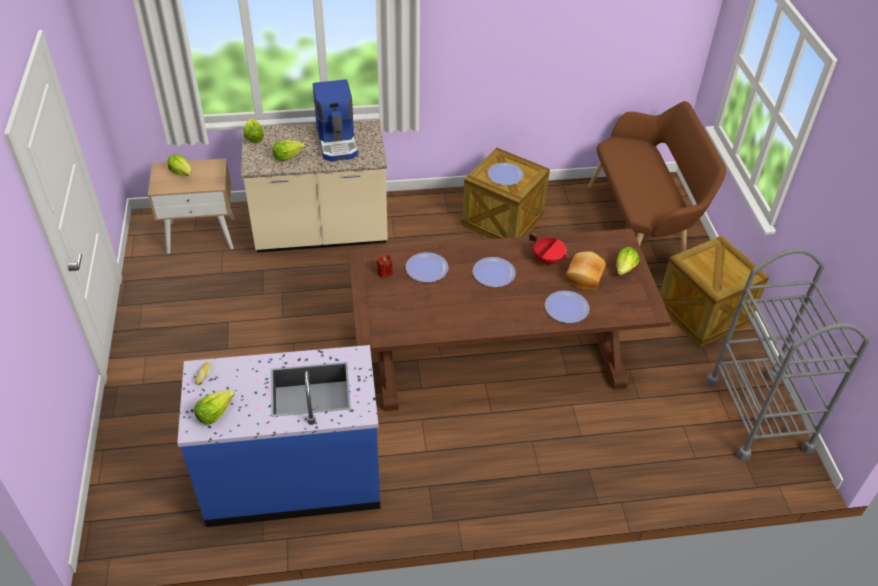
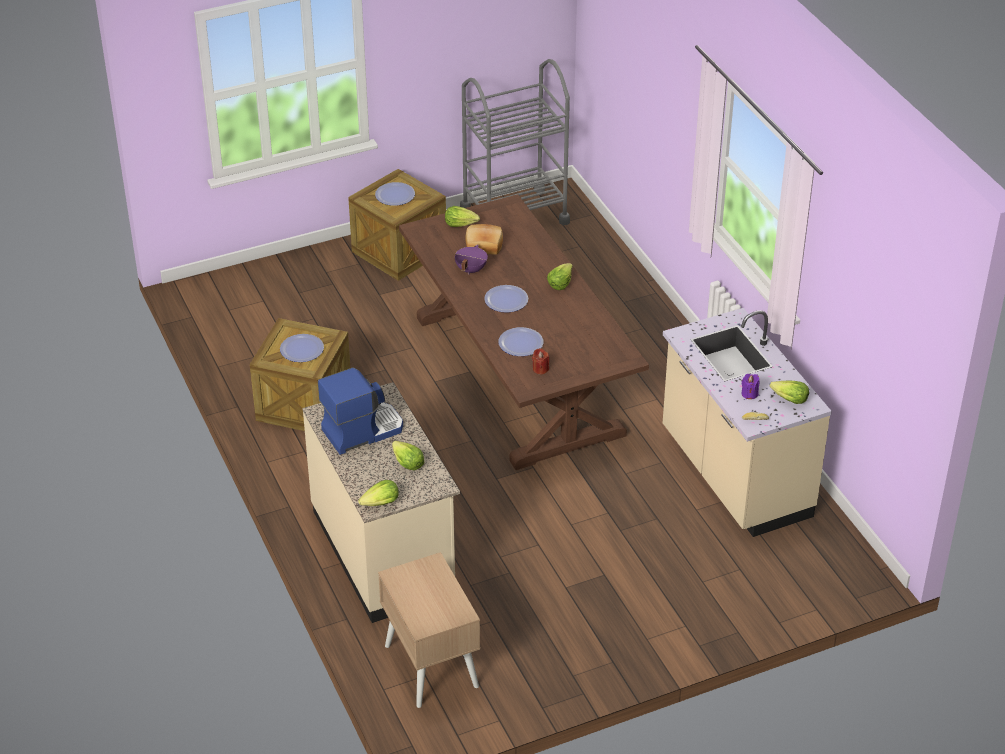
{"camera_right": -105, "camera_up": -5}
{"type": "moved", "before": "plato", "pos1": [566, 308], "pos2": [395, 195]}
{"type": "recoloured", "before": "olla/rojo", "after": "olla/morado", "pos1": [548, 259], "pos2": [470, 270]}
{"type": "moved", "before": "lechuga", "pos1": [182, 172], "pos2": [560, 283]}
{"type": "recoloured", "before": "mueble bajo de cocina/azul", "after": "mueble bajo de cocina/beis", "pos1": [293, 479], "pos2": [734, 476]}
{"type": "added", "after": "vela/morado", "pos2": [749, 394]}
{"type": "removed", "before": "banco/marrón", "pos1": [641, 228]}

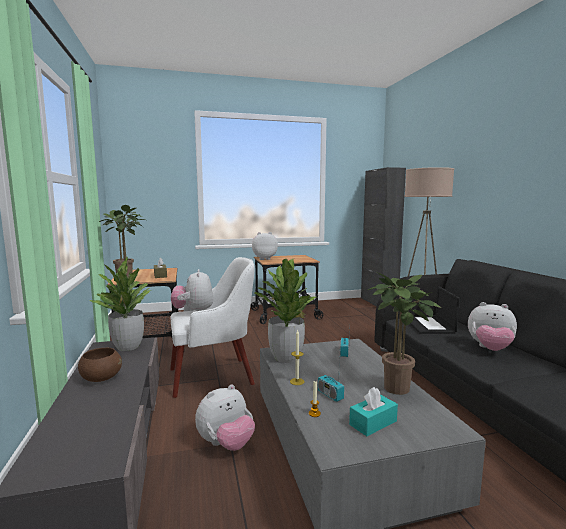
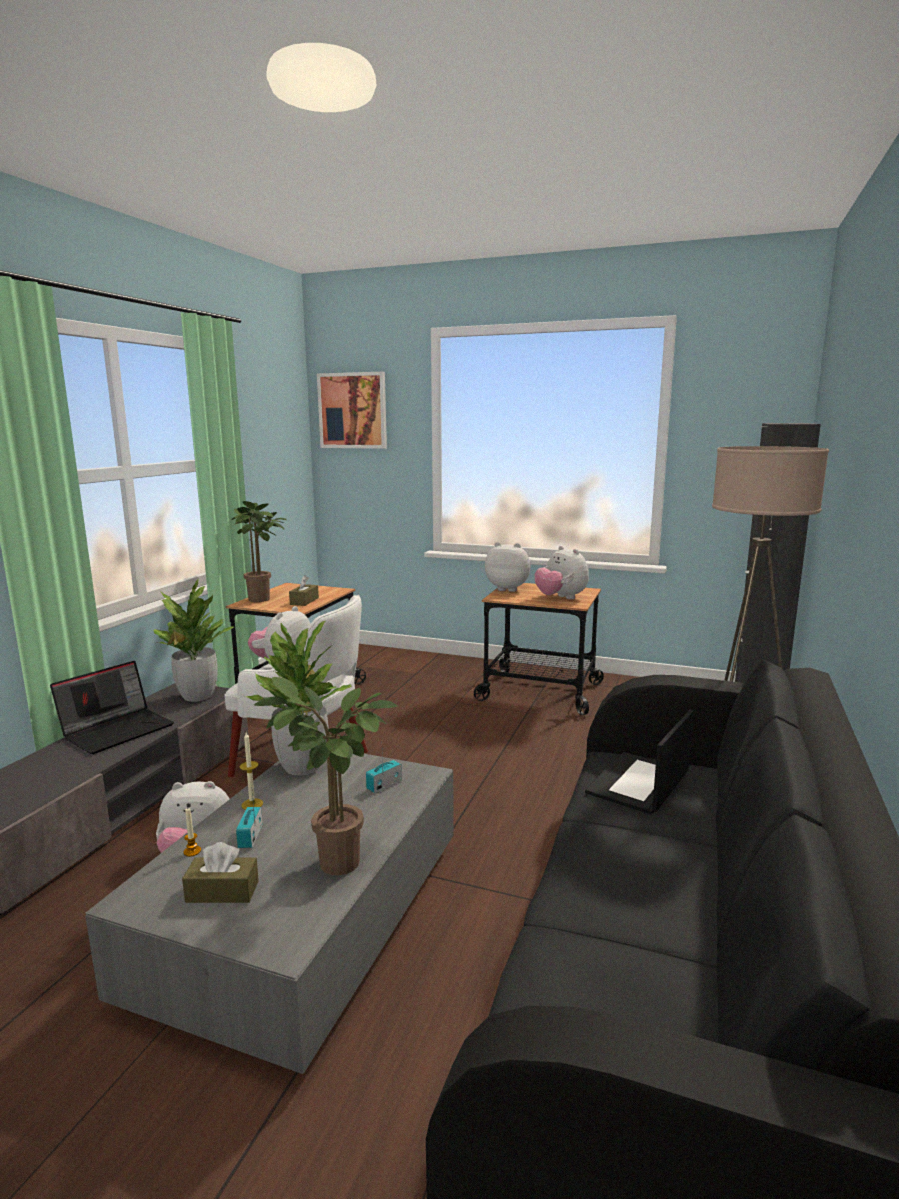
{"camera_right": 35, "camera_up": 5}
{"type": "replaced", "before": "cuenco/marrón", "after": "portátil", "pos1": [101, 378], "pos2": [118, 730]}
{"type": "recoloured", "before": "caja de pañuelos/turquesa", "after": "caja de pañuelos/marrón", "pos1": [373, 423], "pos2": [222, 891]}
{"type": "added", "after": "cuadro", "pos2": [353, 410]}
{"type": "moved", "before": "peluche", "pos1": [490, 349], "pos2": [561, 598]}

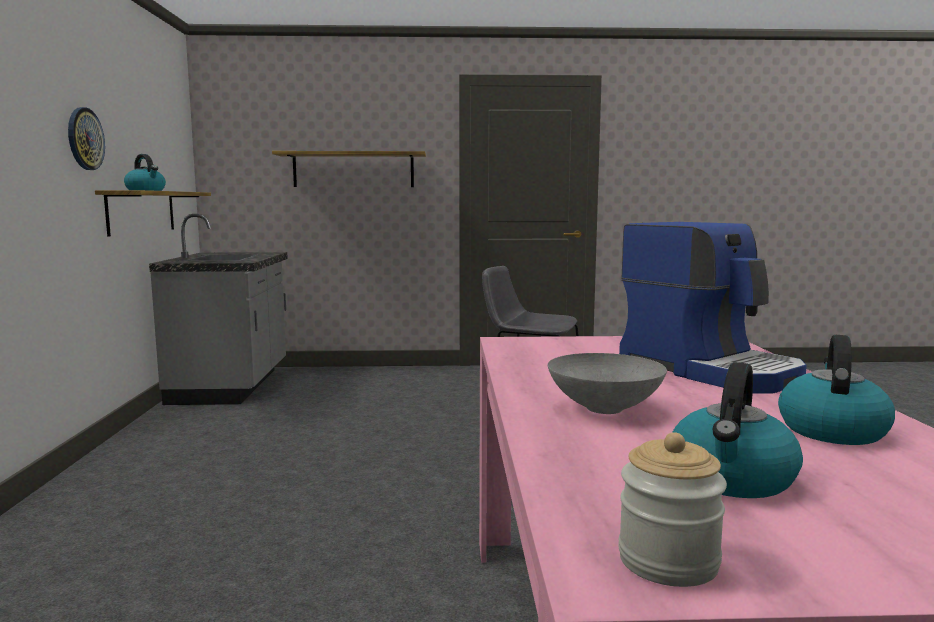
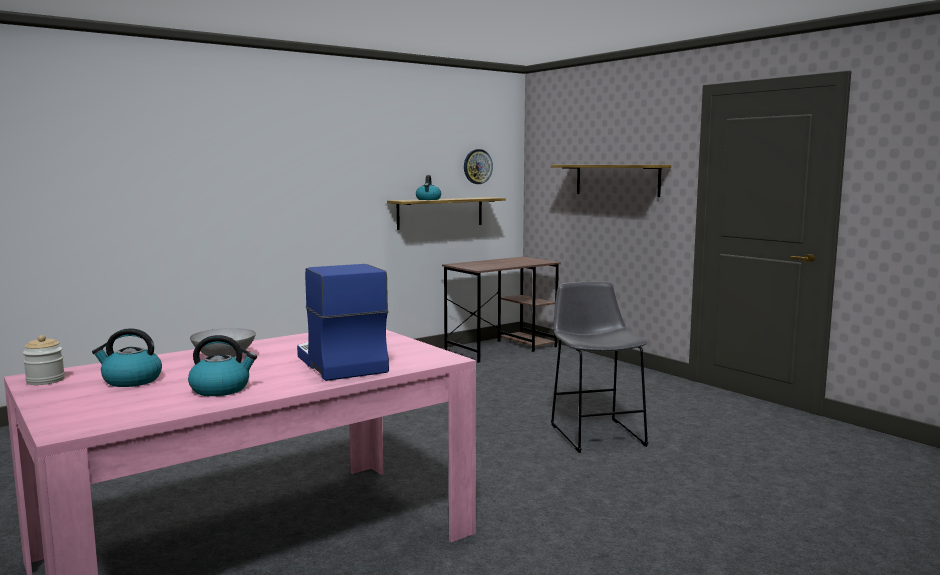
{"camera_right": 55, "camera_up": 0}
{"type": "turned", "before": "cafetera", "pos1": [709, 369], "pos2": [339, 364], "turn": 135}
{"type": "replaced", "before": "mueble bajo de cocina/gris", "after": "escritorio/marrón", "pos1": [232, 385], "pos2": [502, 348]}
{"type": "moved", "before": "reloj de pared", "pos1": [85, 139], "pos2": [477, 166]}

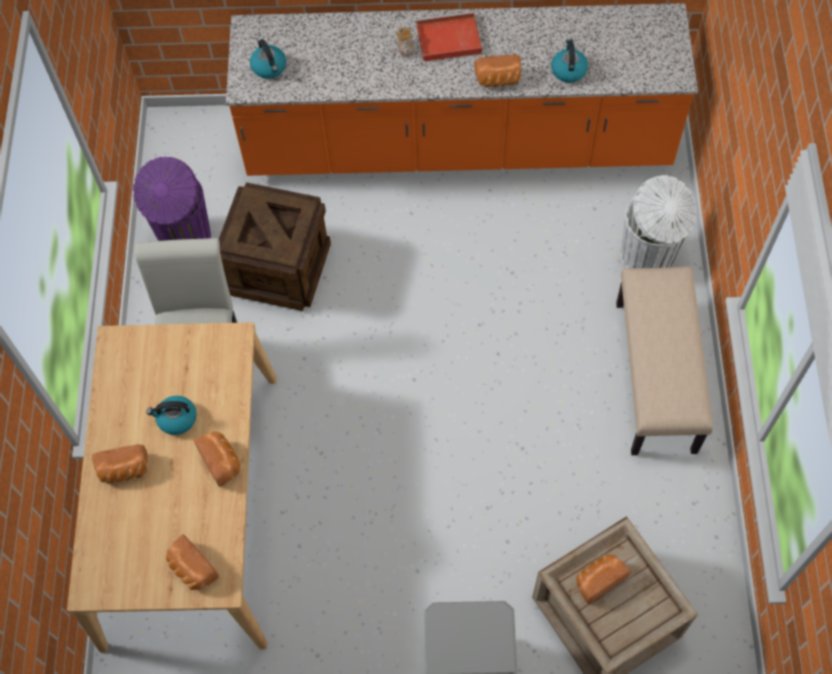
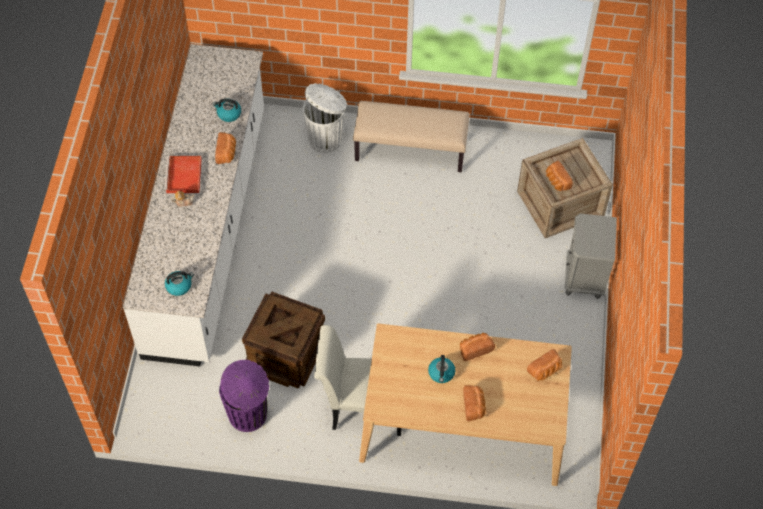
{"camera_right": -85, "camera_up": -5}
{"type": "recoloured", "before": "mueble bajo de cocina/naranja", "after": "mueble bajo de cocina/blanco", "pos1": [458, 143], "pos2": [207, 230]}

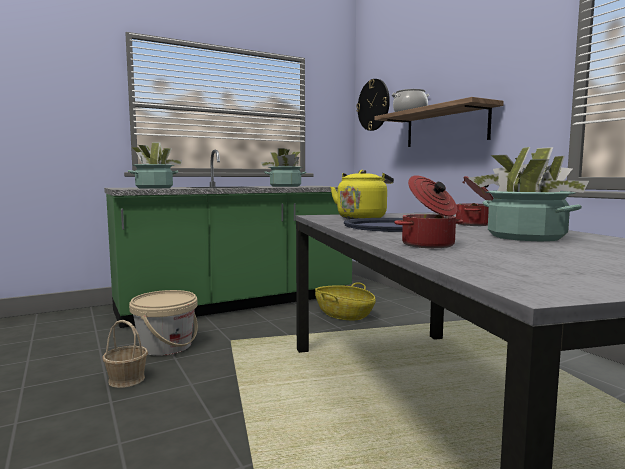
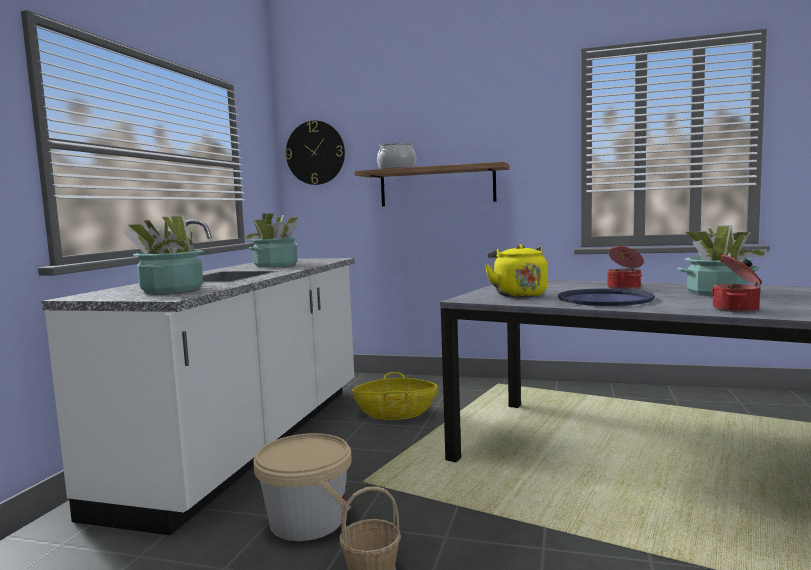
{"camera_right": -45, "camera_up": 0}
{"type": "recoloured", "before": "mueble bajo de cocina/verde", "after": "mueble bajo de cocina/blanco", "pos1": [239, 303], "pos2": [250, 442]}

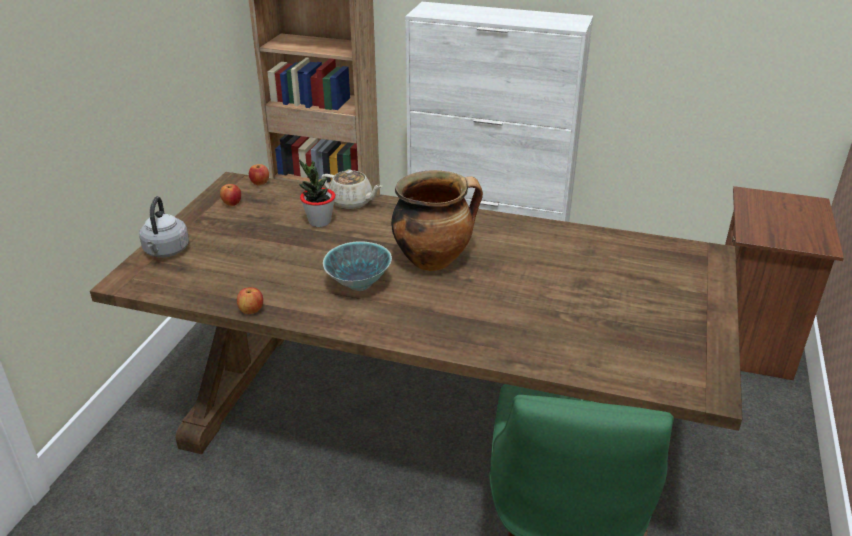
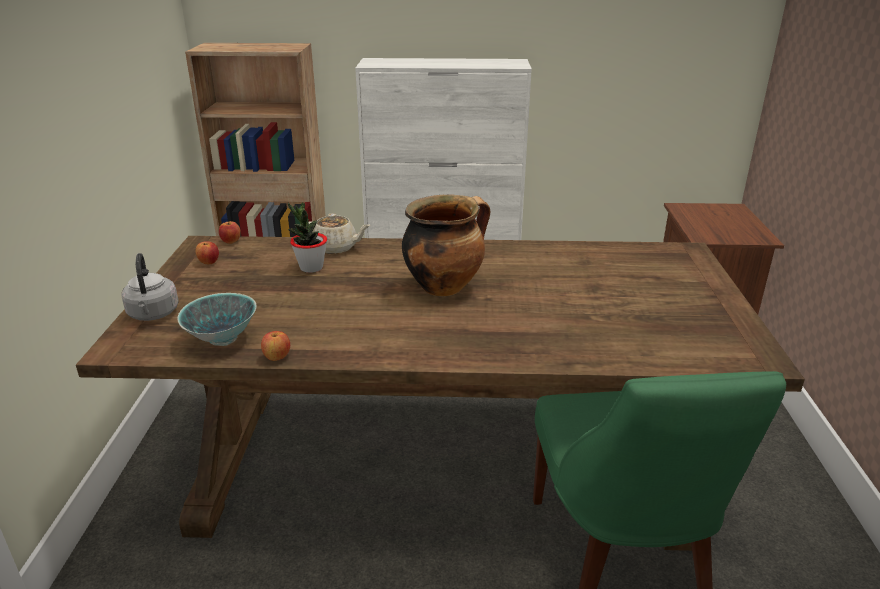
{"camera_right": -15, "camera_up": -5}
{"type": "moved", "before": "cuenco", "pos1": [359, 284], "pos2": [223, 339]}

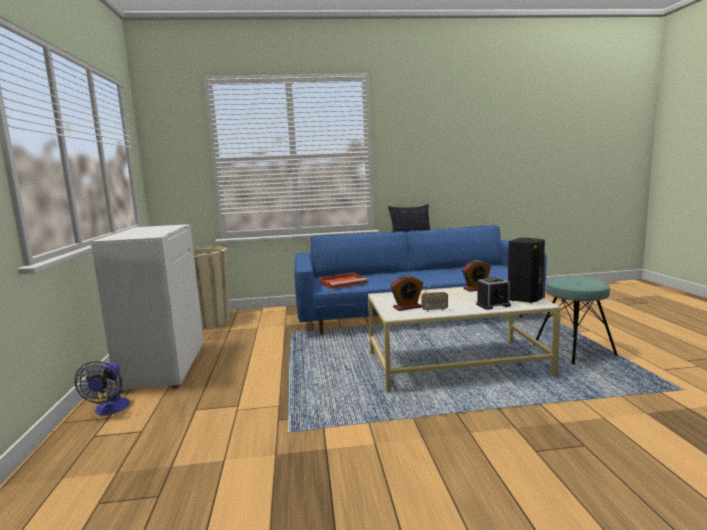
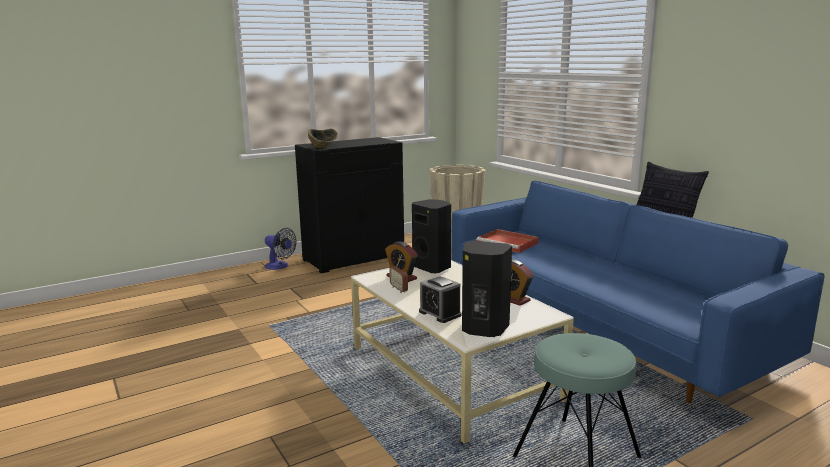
{"camera_right": 65, "camera_up": 5}
{"type": "turned", "before": "ventilador", "pos1": [110, 410], "pos2": [280, 266], "turn": -120}
{"type": "recoloured", "before": "armario/blanco", "after": "armario/negro", "pos1": [163, 366], "pos2": [354, 258]}
{"type": "added", "after": "cuenco", "pos2": [323, 147]}
{"type": "added", "after": "altavoz/negro", "pos2": [433, 267]}

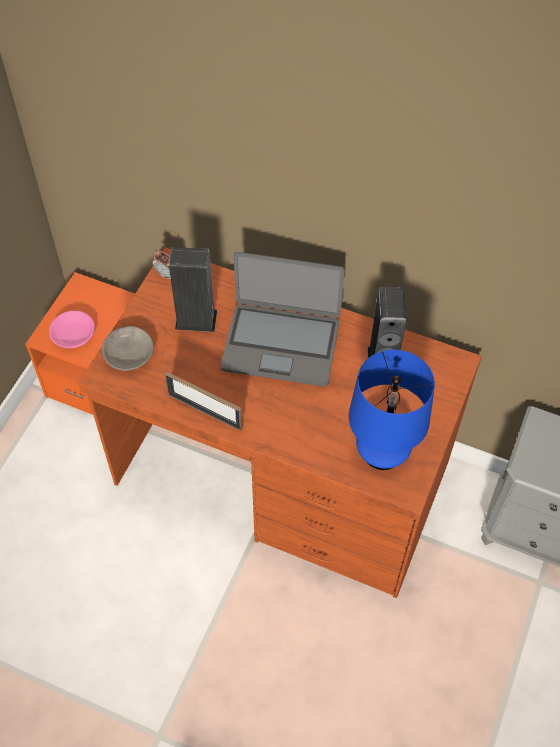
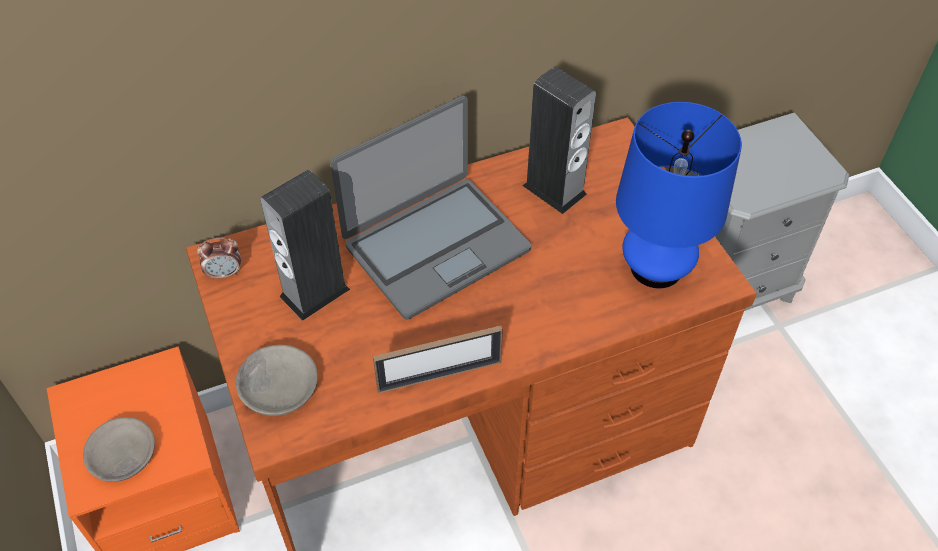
{"camera_right": -45, "camera_up": -5}
{"type": "recoloured", "before": "cuenco/rosa", "after": "cuenco/gris", "pos1": [72, 335], "pos2": [122, 457]}

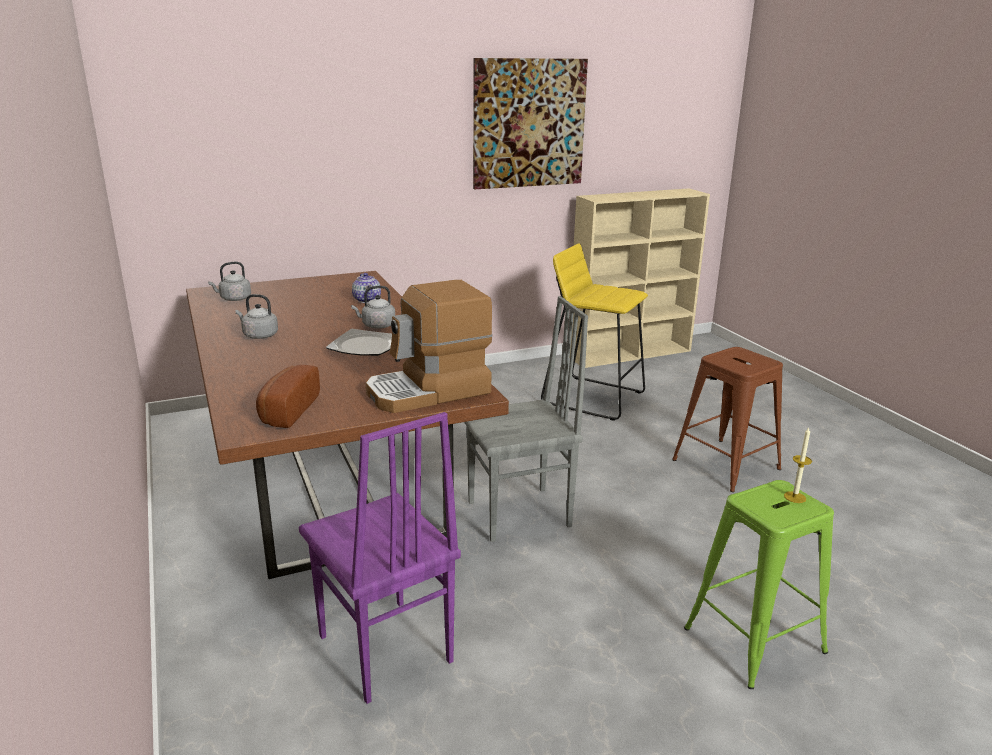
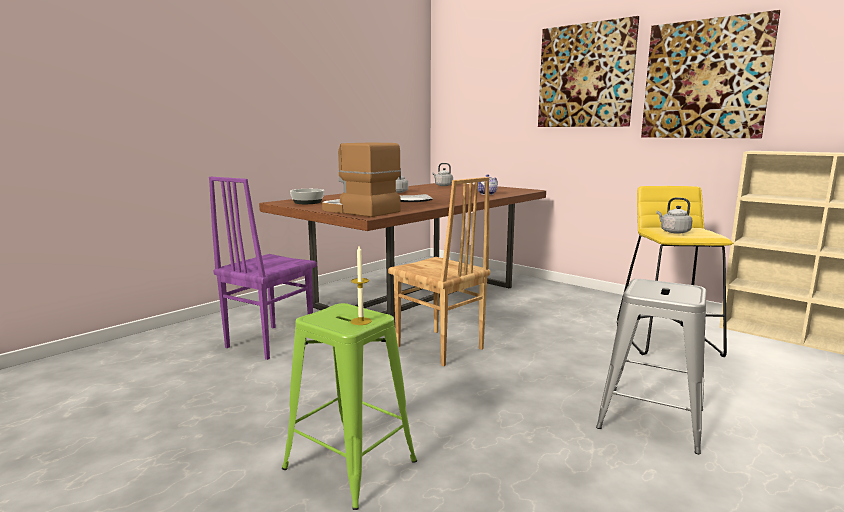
{"camera_right": 65, "camera_up": -10}
{"type": "replaced", "before": "pan", "after": "cuenco", "pos1": [286, 411], "pos2": [308, 202]}
{"type": "recoloured", "before": "silla/gris", "after": "silla/marrón", "pos1": [520, 515], "pos2": [439, 348]}
{"type": "added", "after": "cuadro", "pos2": [585, 76]}
{"type": "recoloured", "before": "taburete/marrón", "after": "taburete/gris", "pos1": [725, 464], "pos2": [650, 418]}
{"type": "moved", "before": "hervidor/gris", "pos1": [376, 326], "pos2": [673, 232]}

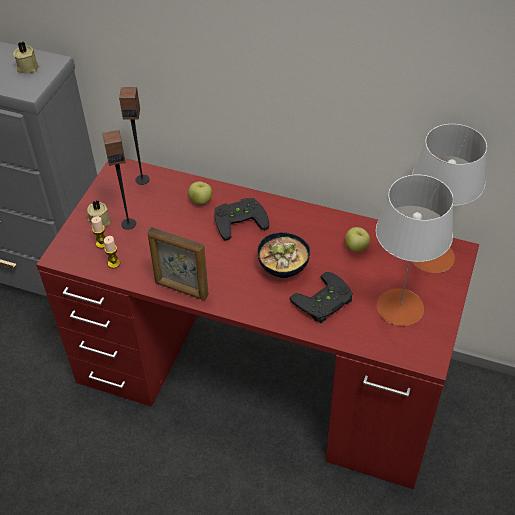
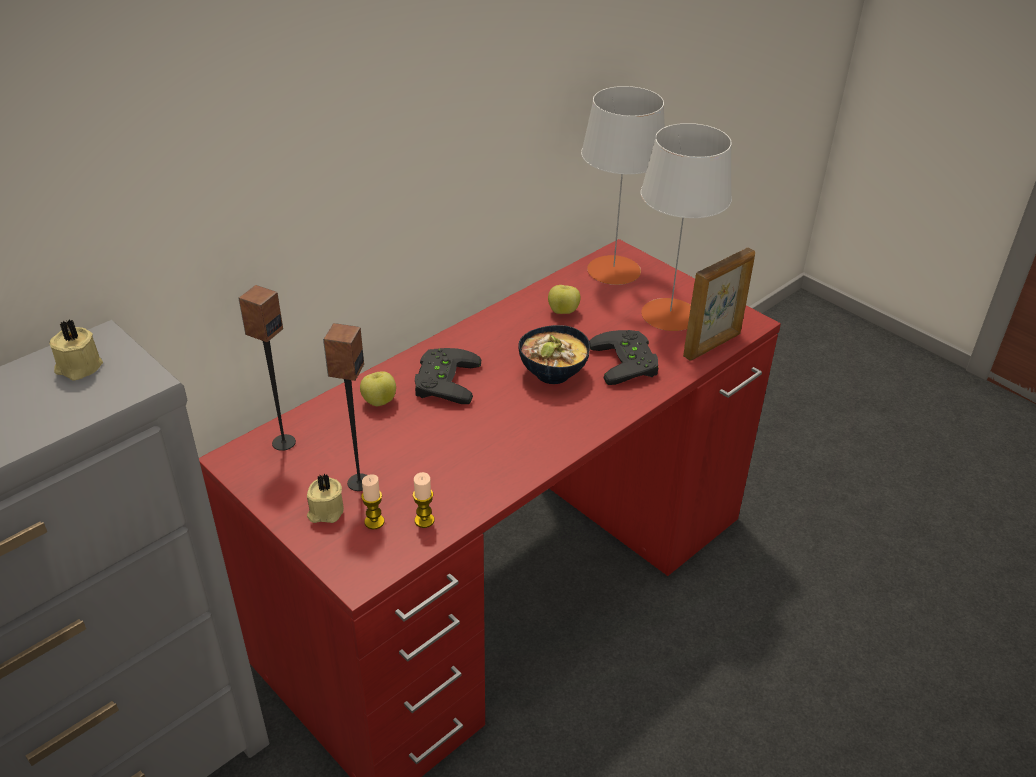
{"camera_right": -65, "camera_up": -10}
{"type": "moved", "before": "portarretratos", "pos1": [181, 289], "pos2": [713, 345]}

